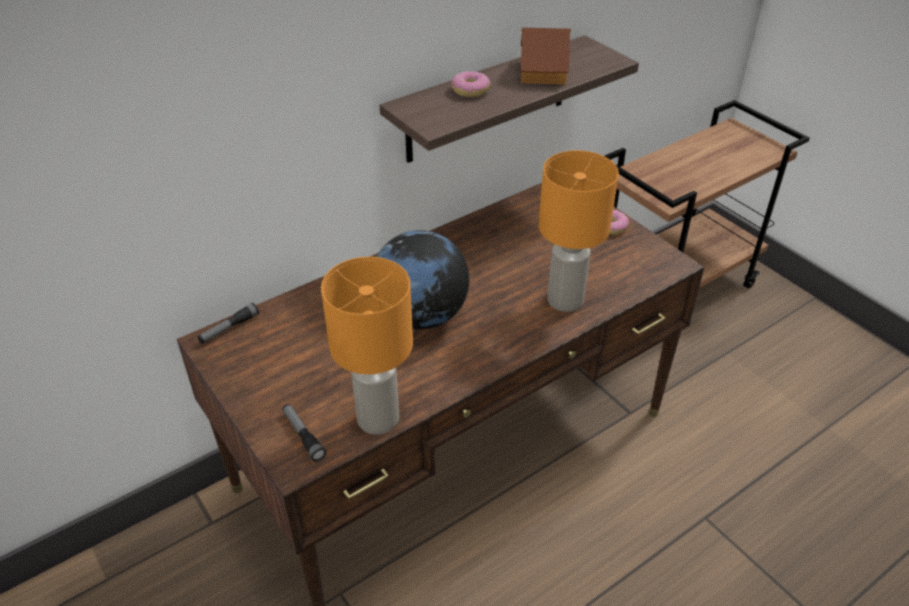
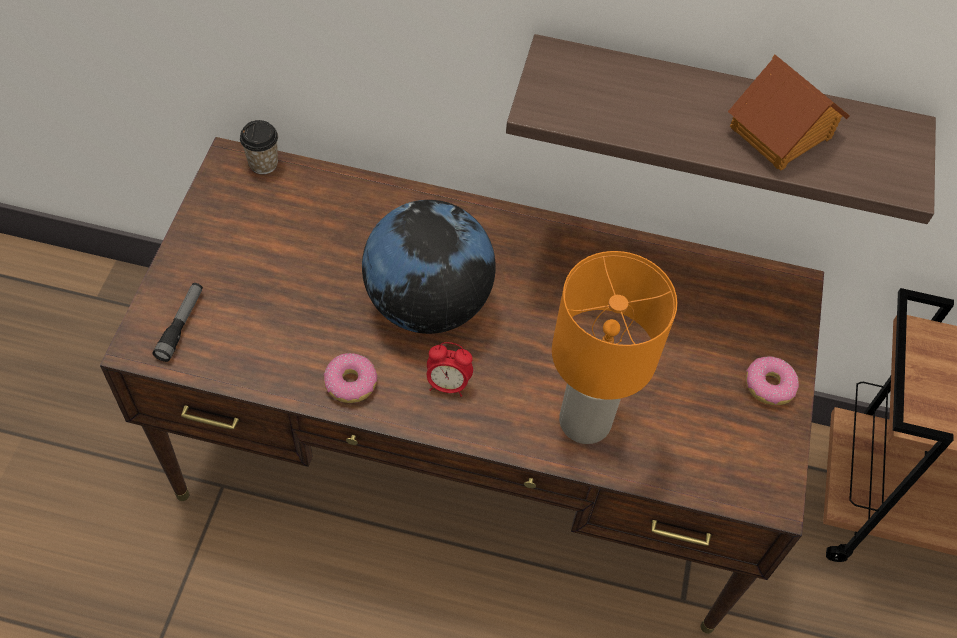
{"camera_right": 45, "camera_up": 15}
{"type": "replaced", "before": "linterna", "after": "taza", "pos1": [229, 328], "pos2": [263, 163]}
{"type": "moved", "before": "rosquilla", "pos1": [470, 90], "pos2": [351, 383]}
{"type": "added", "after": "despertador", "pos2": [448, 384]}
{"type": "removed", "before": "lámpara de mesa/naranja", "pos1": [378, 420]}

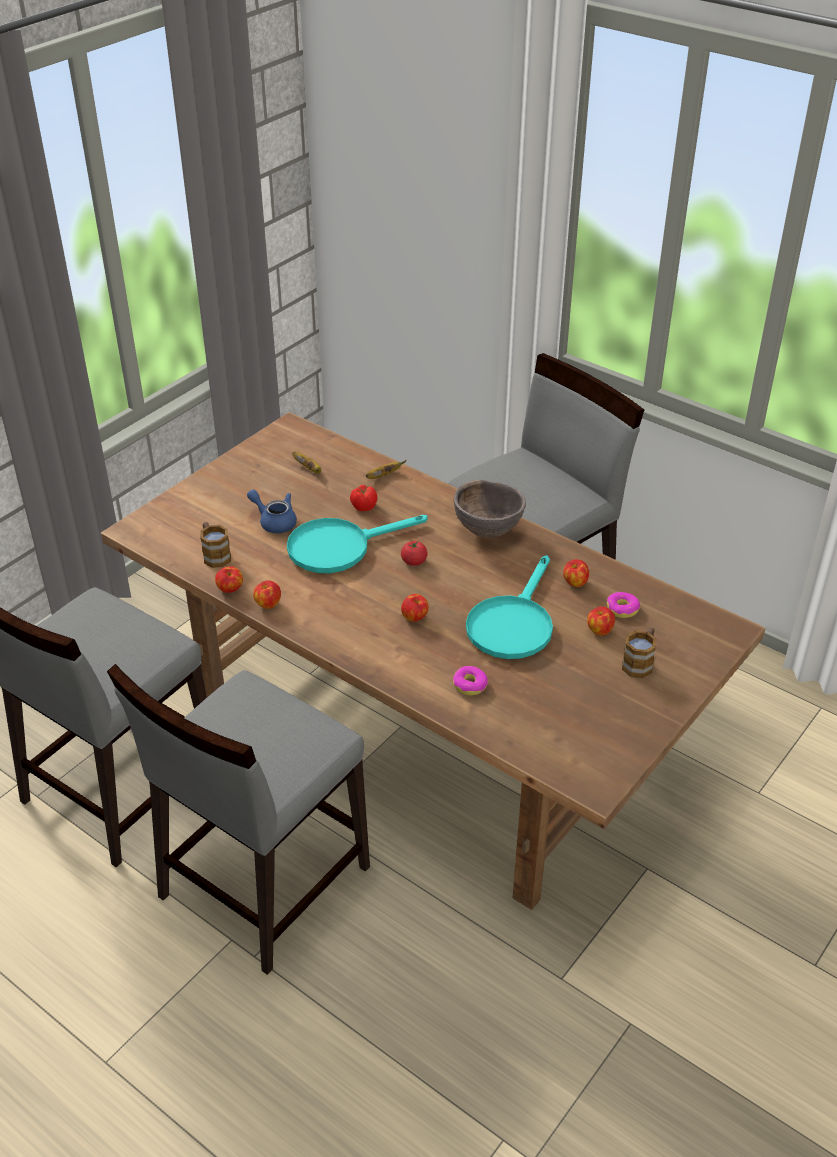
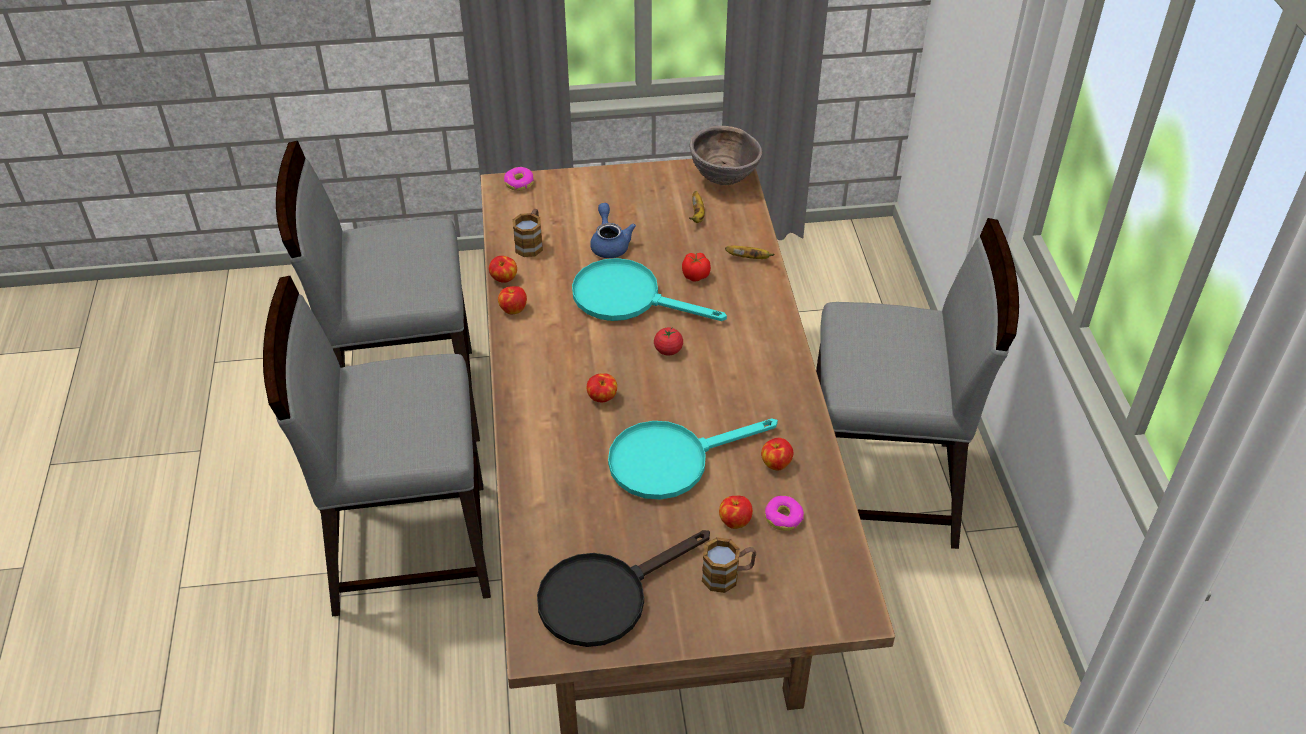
{"camera_right": 45, "camera_up": 5}
{"type": "moved", "before": "rosquilla", "pos1": [470, 685], "pos2": [519, 183]}
{"type": "added", "after": "sartén/negro", "pos2": [605, 596]}
{"type": "moved", "before": "cuenco/marrón", "pos1": [487, 532], "pos2": [724, 179]}

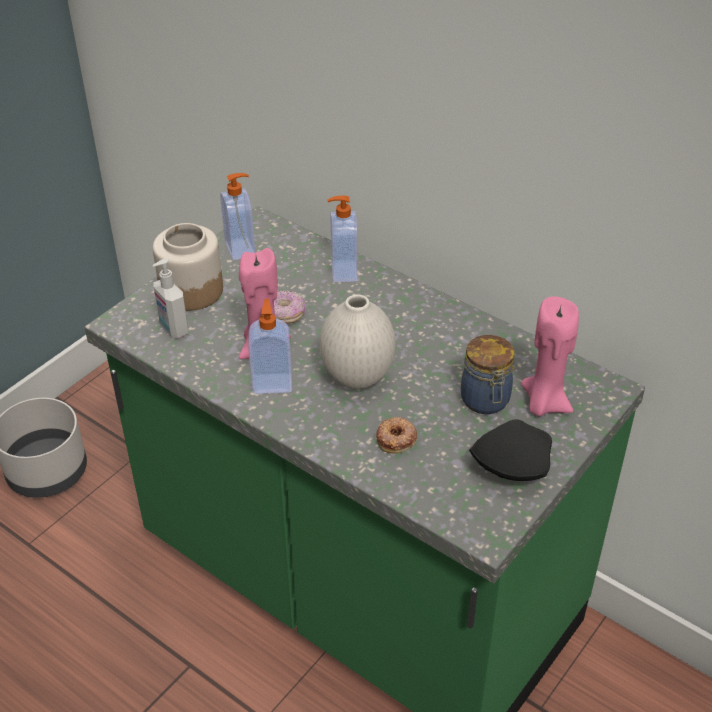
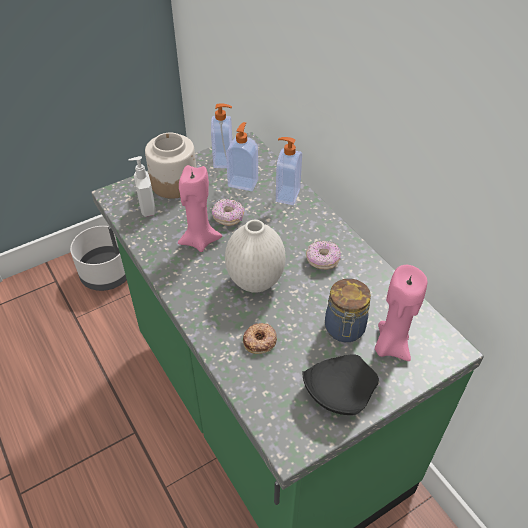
{"camera_right": 20, "camera_up": 5}
{"type": "moved", "before": "dispensador de jabón", "pos1": [272, 382], "pos2": [243, 183]}
{"type": "added", "after": "rosquilla", "pos2": [322, 260]}

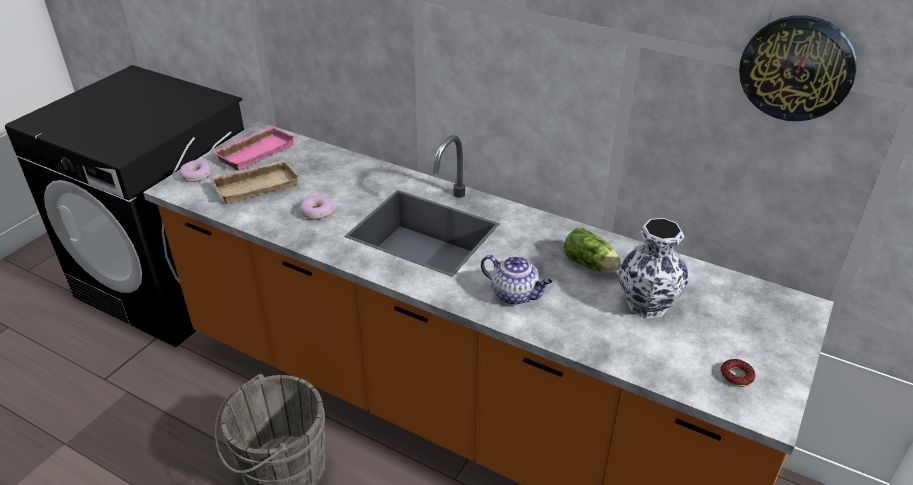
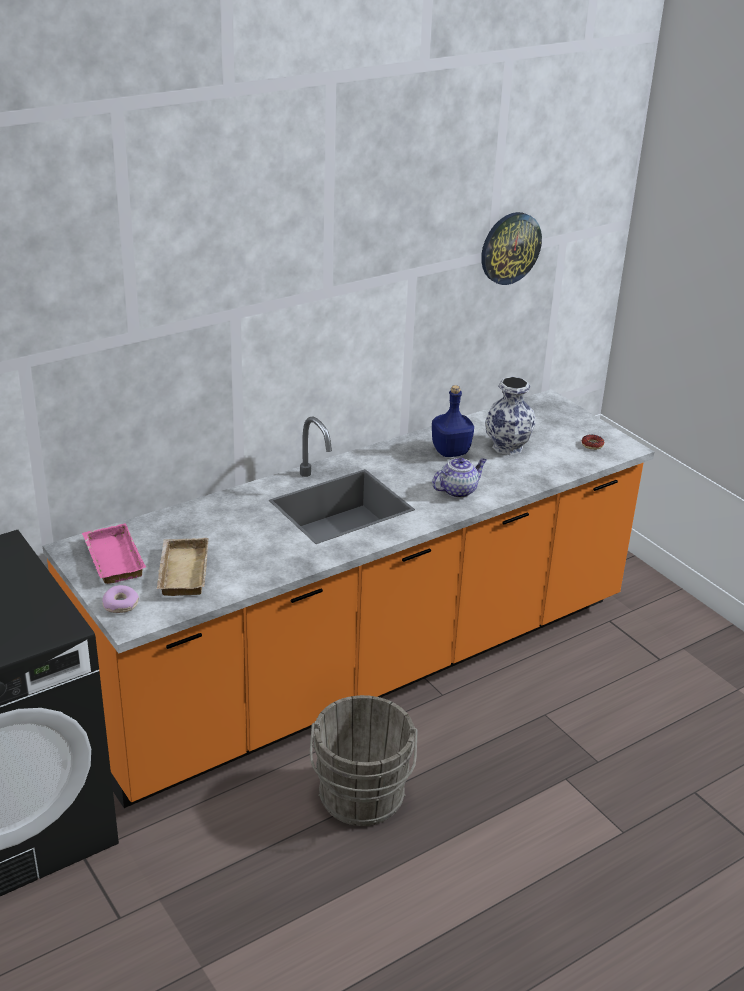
{"camera_right": -65, "camera_up": -5}
{"type": "replaced", "before": "lechuga", "after": "botella/azul", "pos1": [591, 265], "pos2": [450, 451]}
{"type": "removed", "before": "rosquilla", "pos1": [316, 212]}

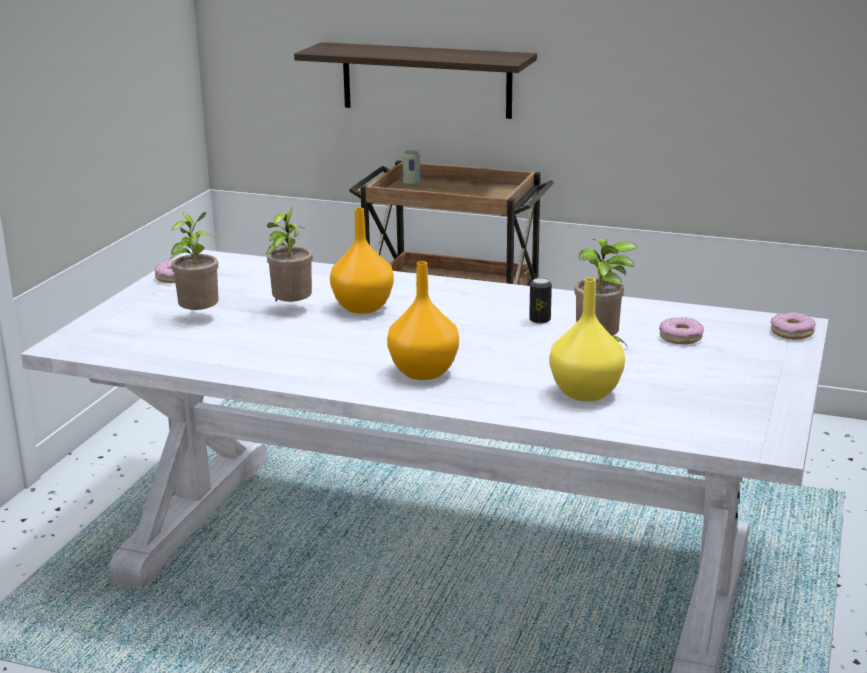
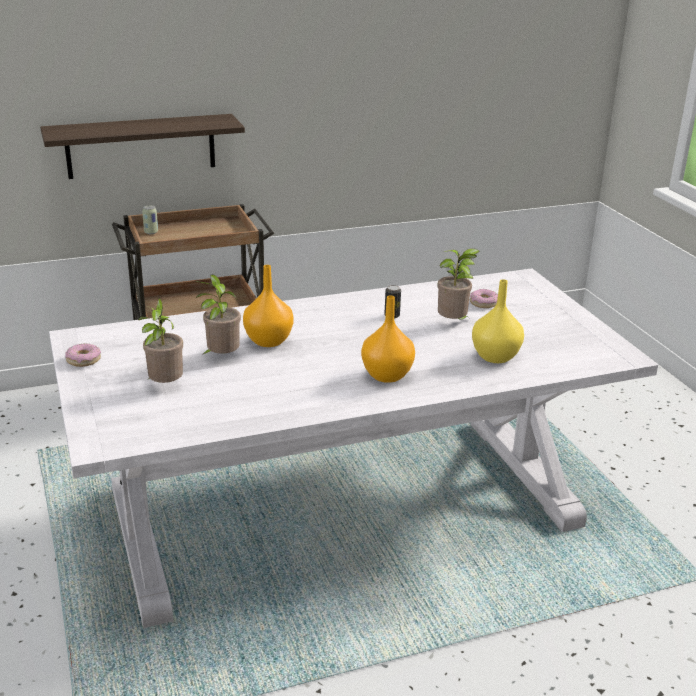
{"camera_right": -40, "camera_up": 5}
{"type": "removed", "before": "rosquilla", "pos1": [792, 332]}

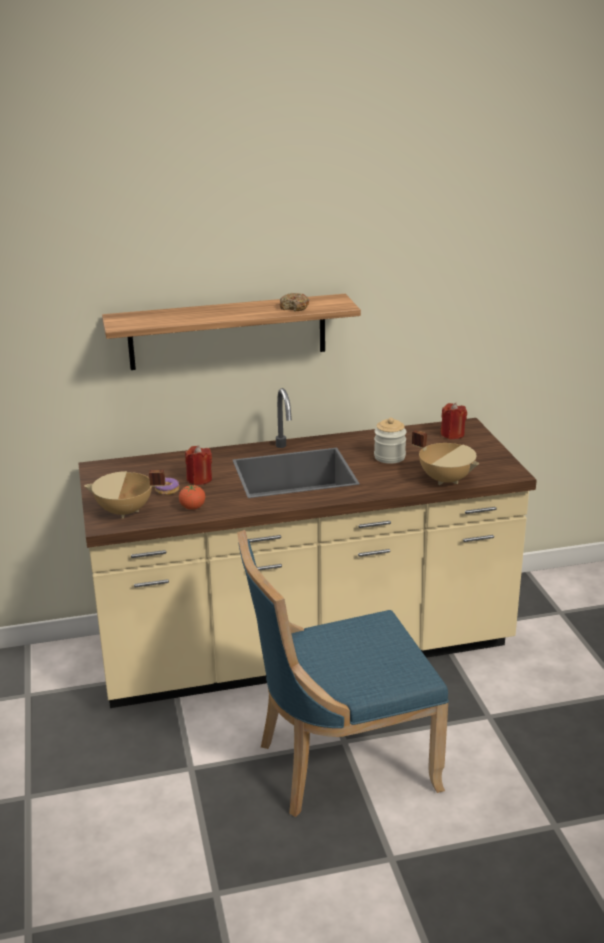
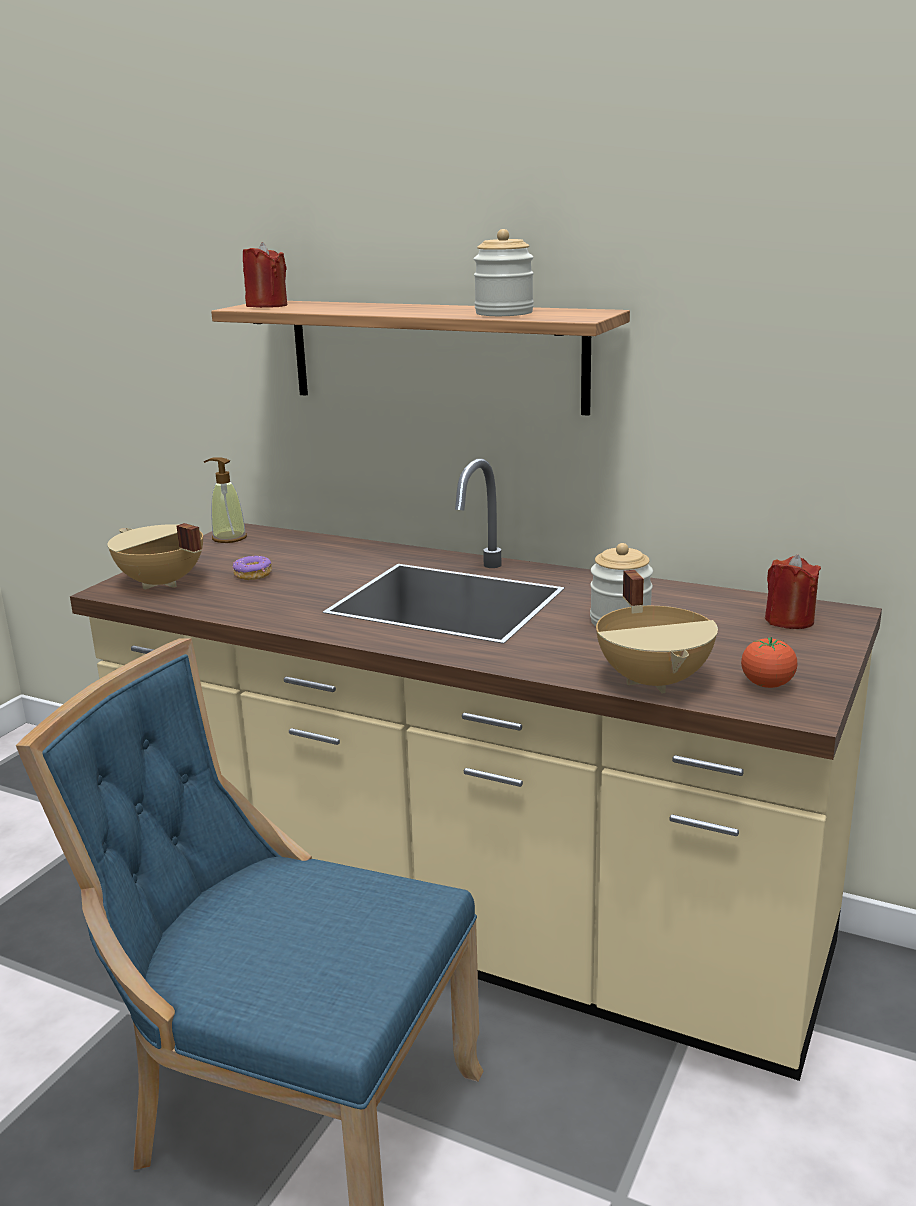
{"camera_right": 40, "camera_up": -5}
{"type": "added", "after": "dispensador de jabón", "pos2": [229, 538]}
{"type": "moved", "before": "vela/rojo", "pos1": [199, 479], "pos2": [267, 306]}
{"type": "replaced", "before": "rosquilla", "after": "tarro", "pos1": [294, 307], "pos2": [504, 313]}
{"type": "moved", "before": "tomate", "pos1": [192, 508], "pos2": [767, 685]}

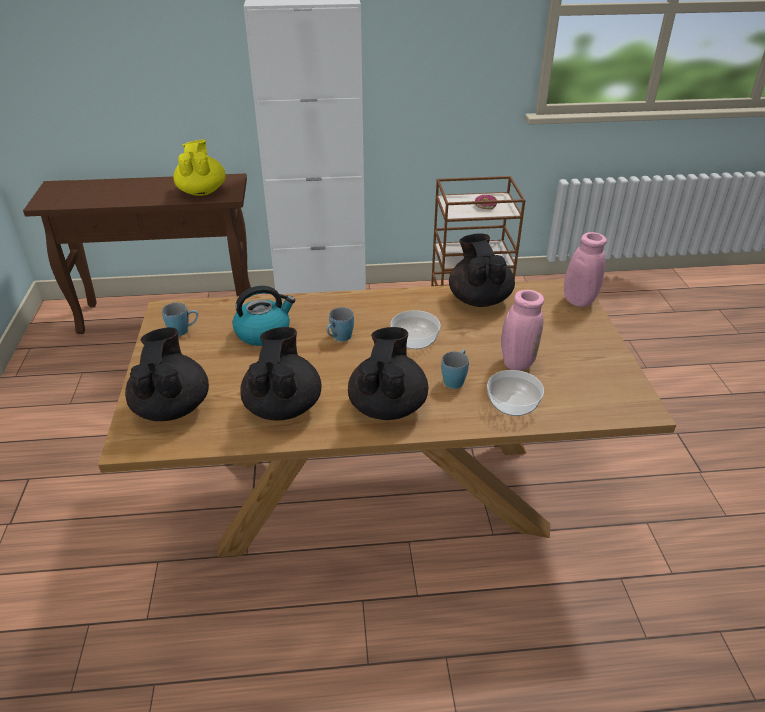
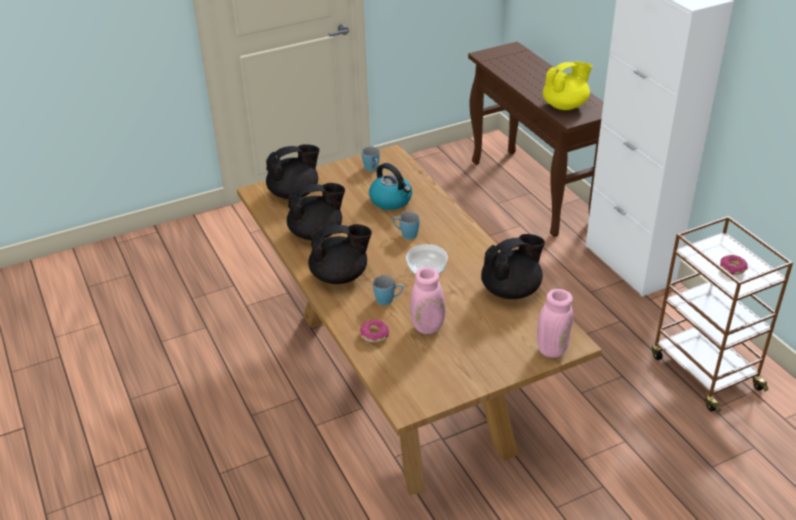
{"camera_right": 70, "camera_up": 0}
{"type": "replaced", "before": "cuenco", "after": "rosquilla", "pos1": [513, 404], "pos2": [374, 335]}

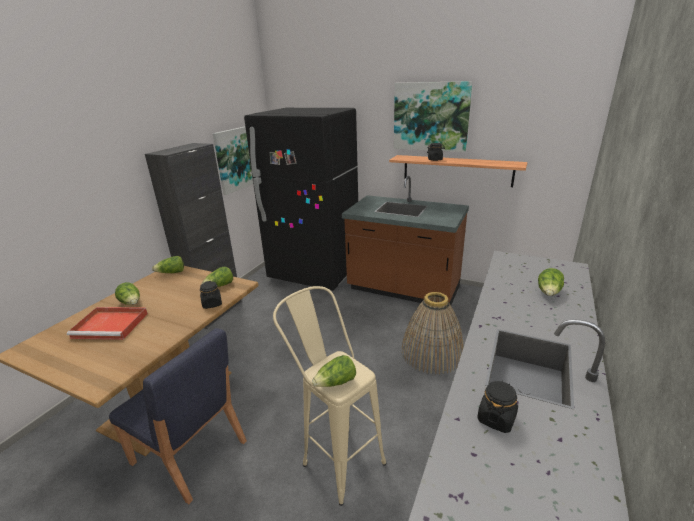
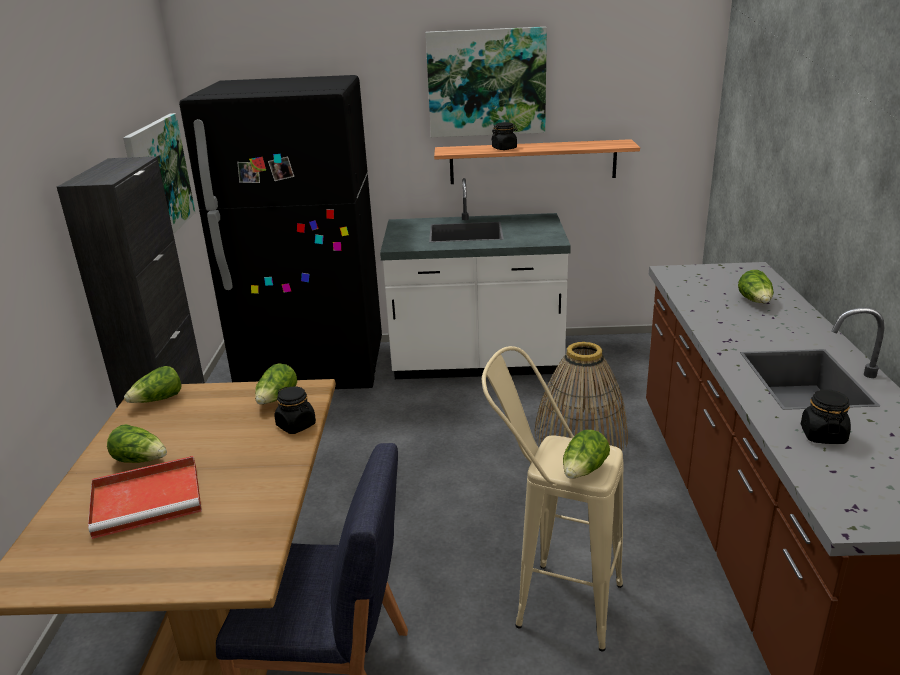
{"camera_right": -25, "camera_up": 0}
{"type": "recoloured", "before": "mueble bajo de cocina/marrón", "after": "mueble bajo de cocina/blanco", "pos1": [403, 289], "pos2": [477, 362]}

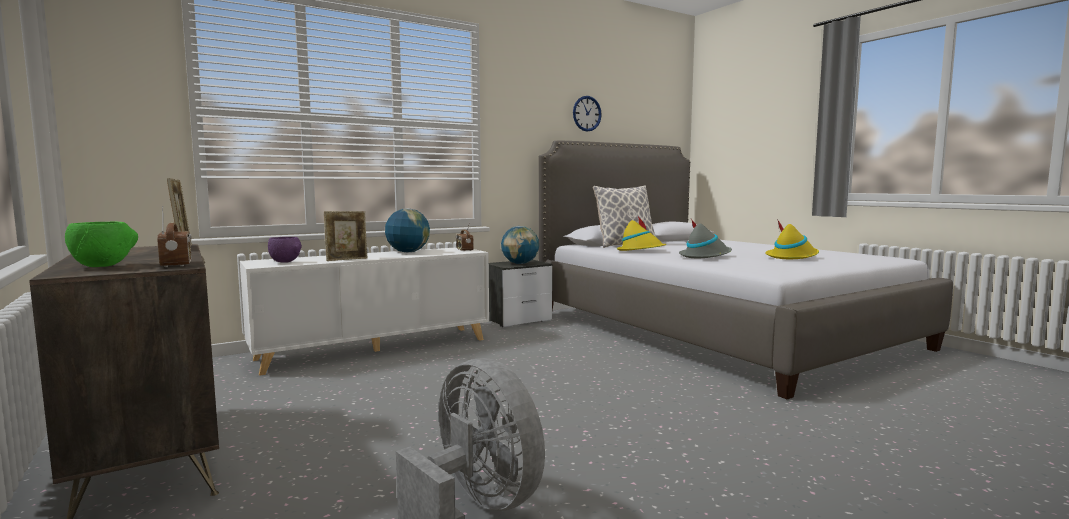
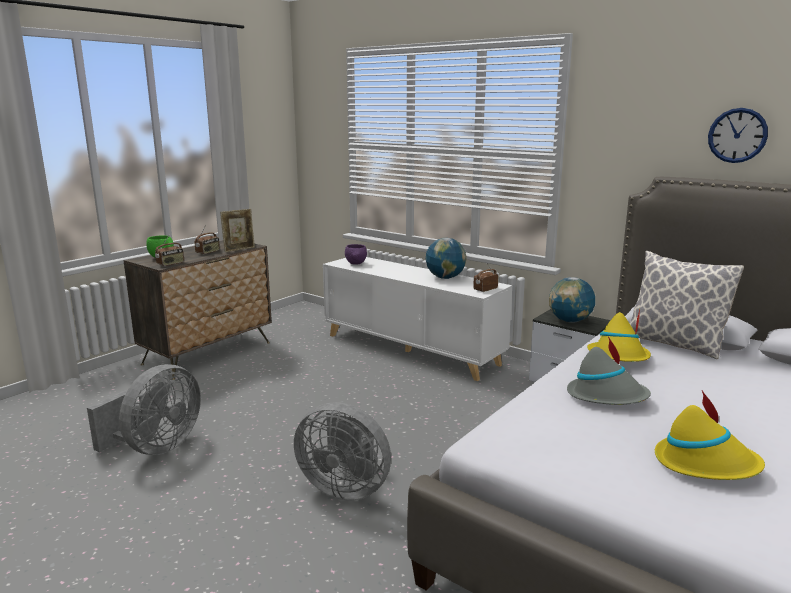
{"camera_right": 70, "camera_up": 10}
{"type": "added", "after": "radio", "pos2": [208, 252]}
{"type": "added", "after": "ventilador/gris", "pos2": [345, 487]}
{"type": "removed", "before": "portarretratos", "pos1": [347, 259]}

